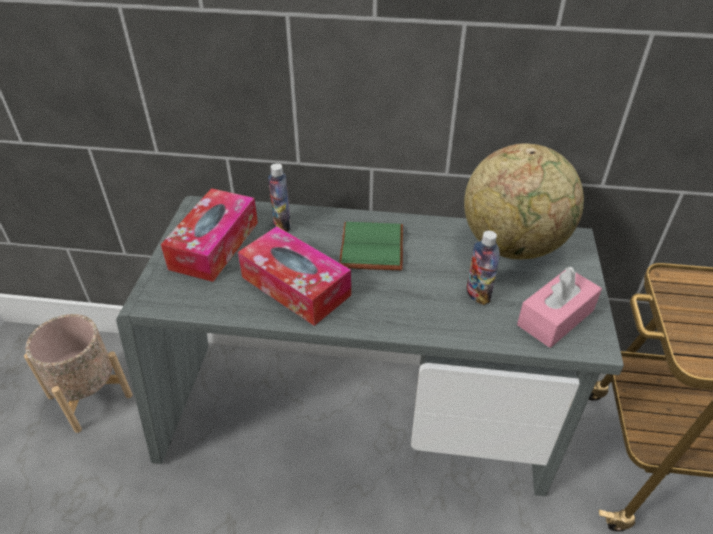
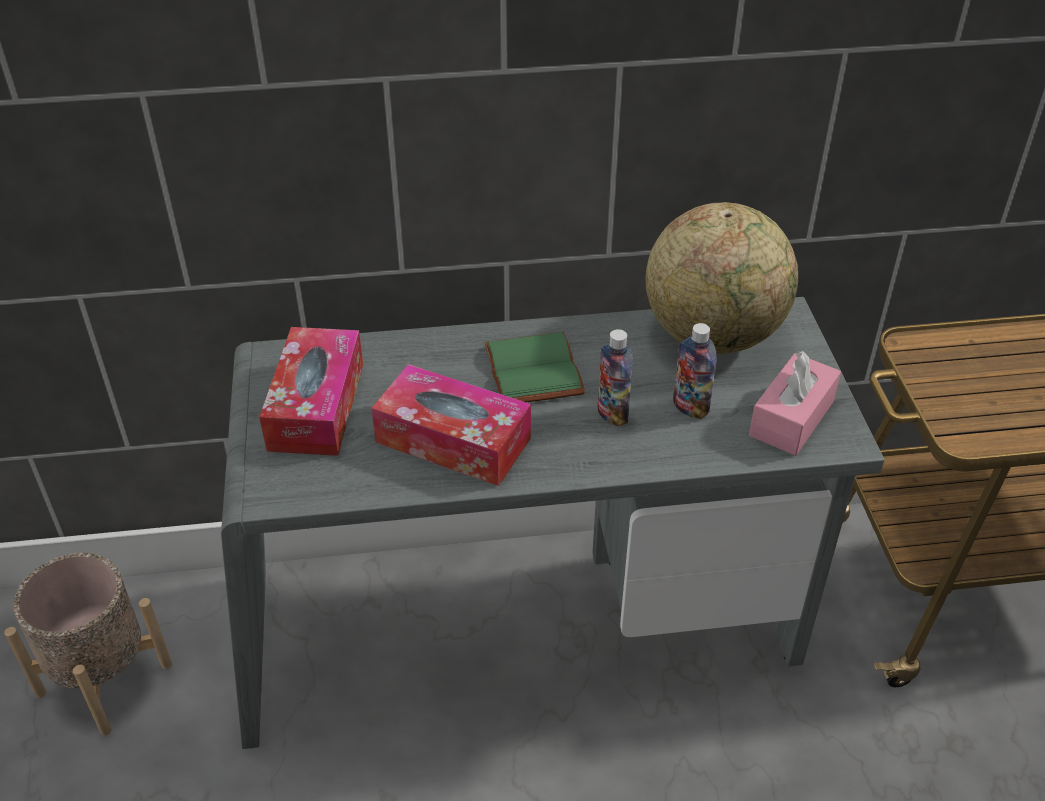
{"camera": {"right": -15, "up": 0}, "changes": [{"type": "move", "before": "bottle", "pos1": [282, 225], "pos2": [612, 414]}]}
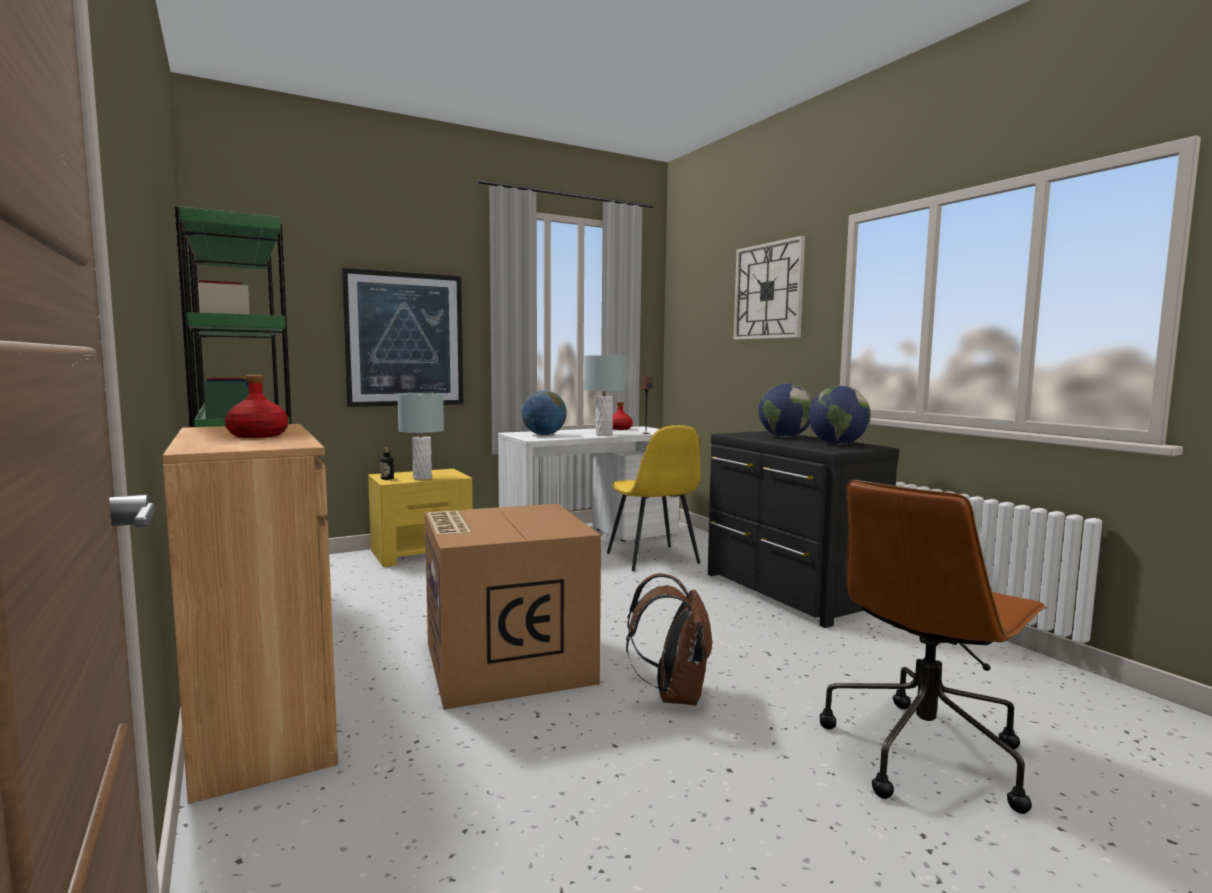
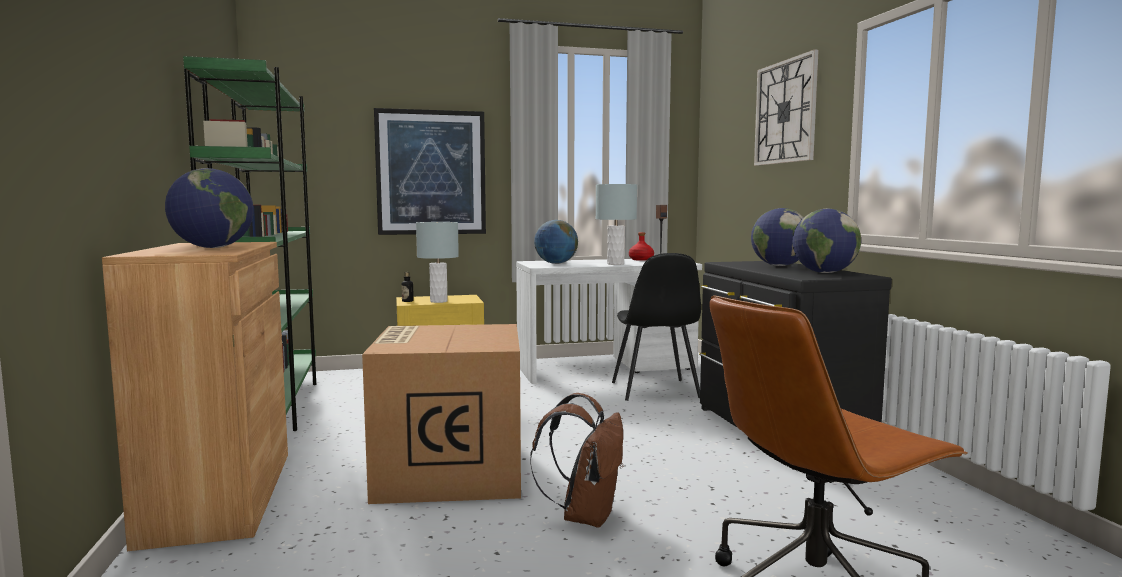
{"camera": {"right": 15, "up": 0}, "changes": [{"type": "replace", "before": "bottle in red", "after": "globe", "pos1": [258, 435], "pos2": [212, 247]}, {"type": "recolor", "before": "chair in yellow", "after": "chair in black", "pos1": [653, 559], "pos2": [655, 391]}]}
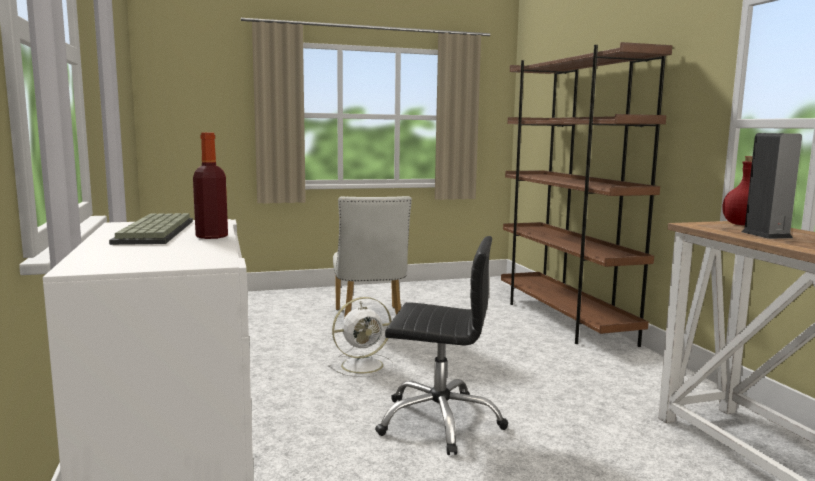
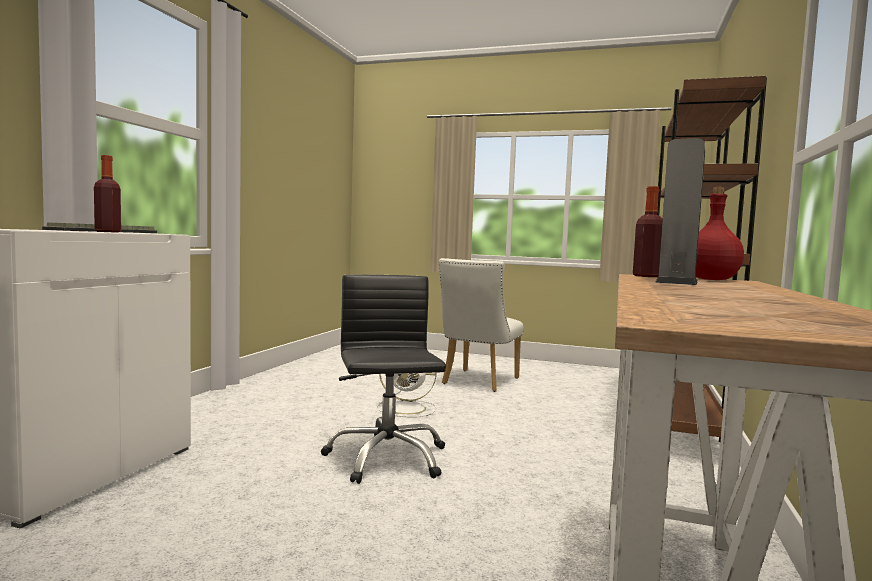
{"camera": {"right": 35, "up": -5}, "changes": [{"type": "rotate", "before": "office chair in black", "pos1": [439, 421], "pos2": [386, 458], "turn": -150}, {"type": "insert", "after": "bottle", "pos2": [646, 276]}]}
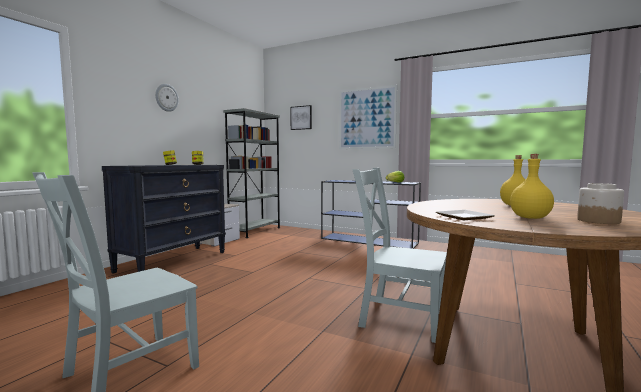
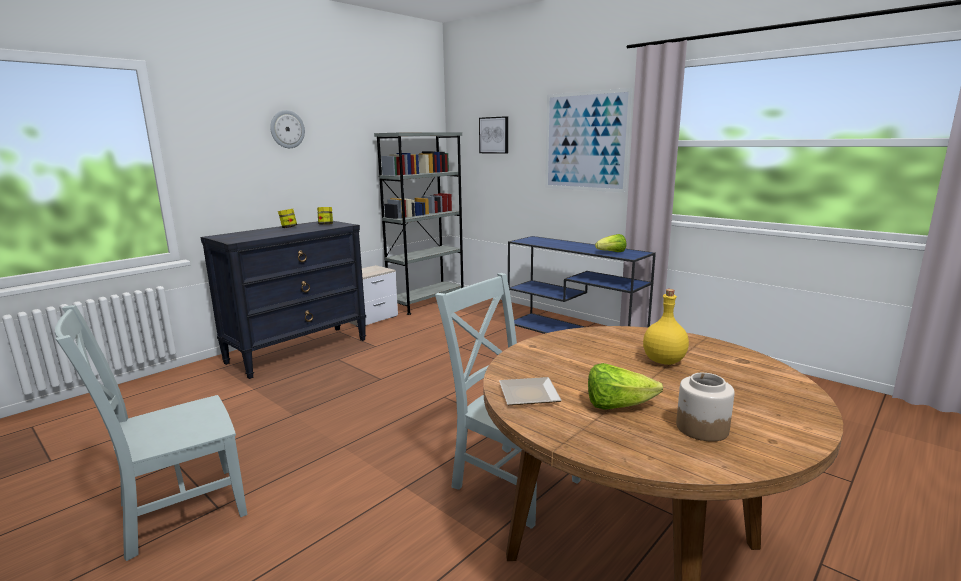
{"camera": {"right": 15, "up": 10}, "changes": [{"type": "replace", "before": "bottle in yellow", "after": "lettuce", "pos1": [529, 218], "pos2": [617, 406]}]}
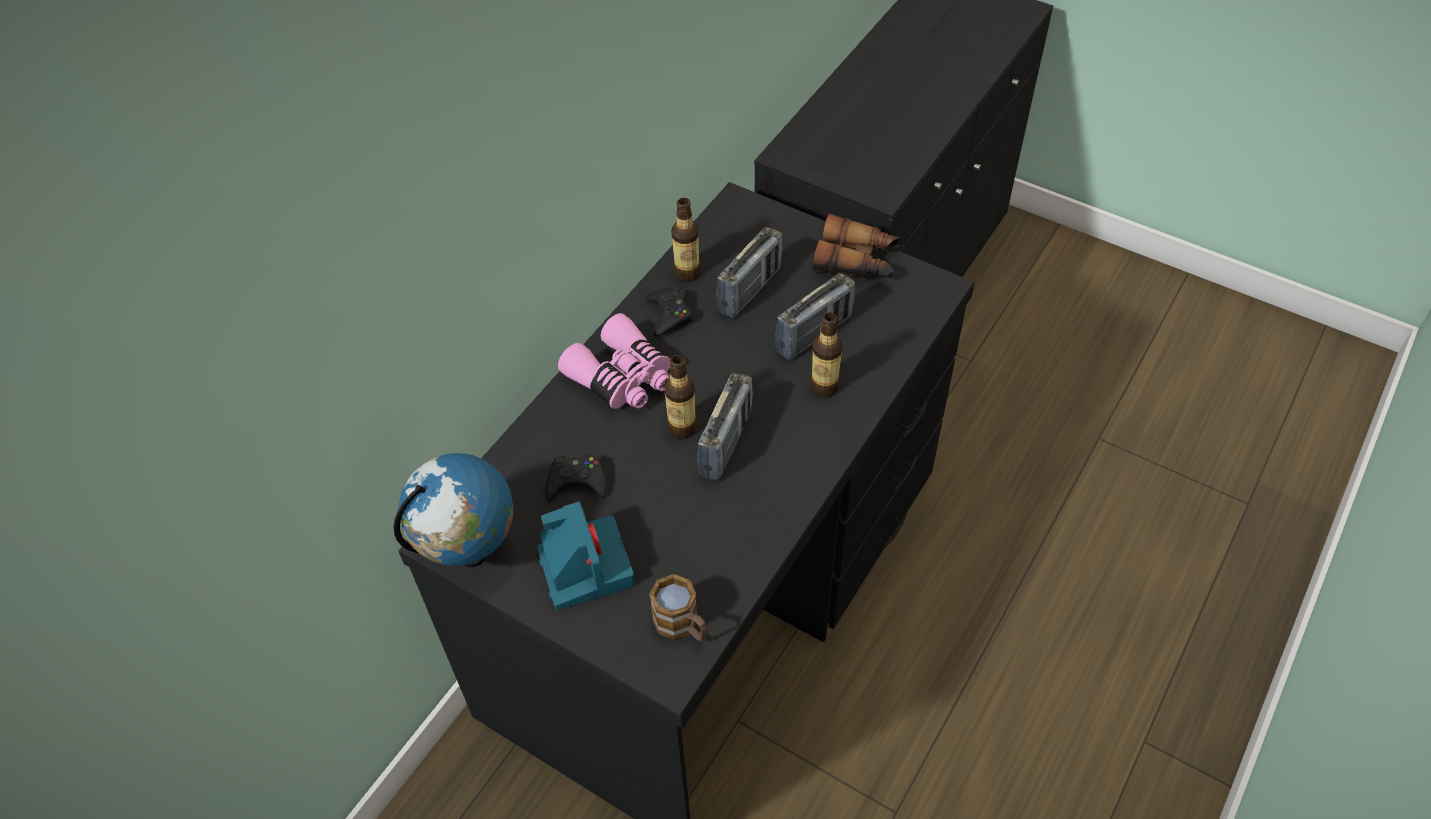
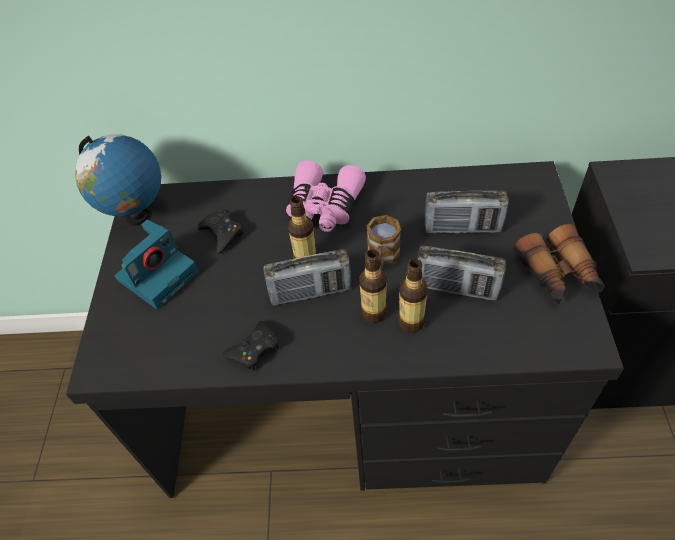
{"camera": {"right": 60, "up": 0}, "changes": [{"type": "move", "before": "game controller in black", "pos1": [669, 314], "pos2": [254, 349]}, {"type": "move", "before": "bottle", "pos1": [687, 273], "pos2": [373, 313]}, {"type": "move", "before": "mug", "pos1": [682, 626], "pos2": [382, 258]}]}
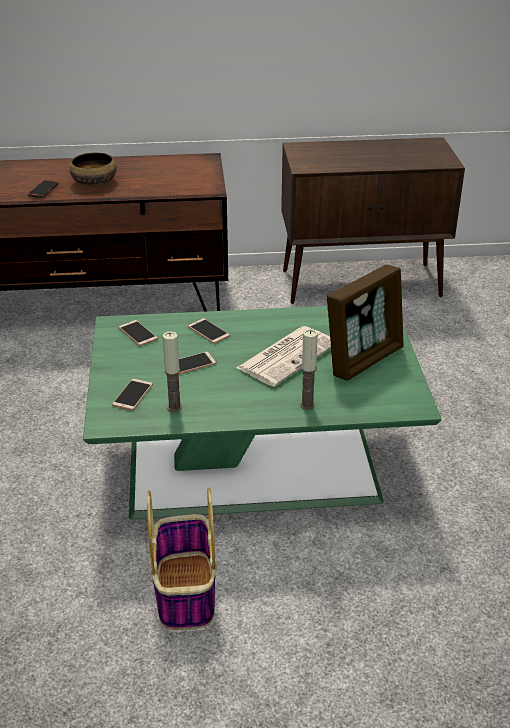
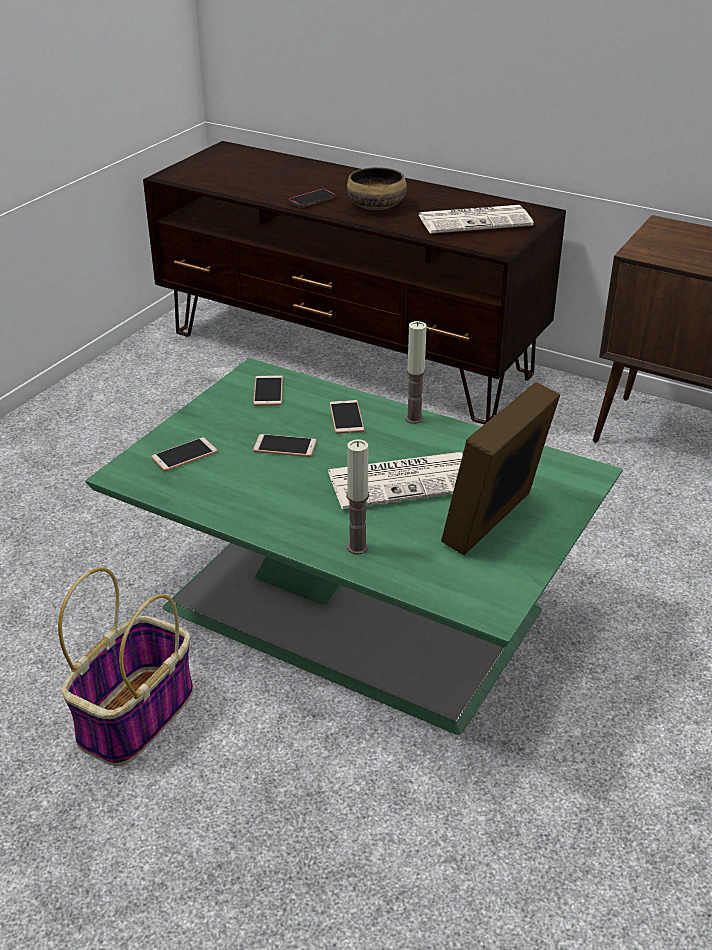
{"camera": {"right": 35, "up": 0}, "changes": [{"type": "move", "before": "candle", "pos1": [174, 407], "pos2": [414, 418]}, {"type": "insert", "after": "newspaper", "pos2": [476, 220]}, {"type": "rotate", "before": "picture frame", "pos1": [364, 359], "pos2": [494, 522], "turn": 135}]}
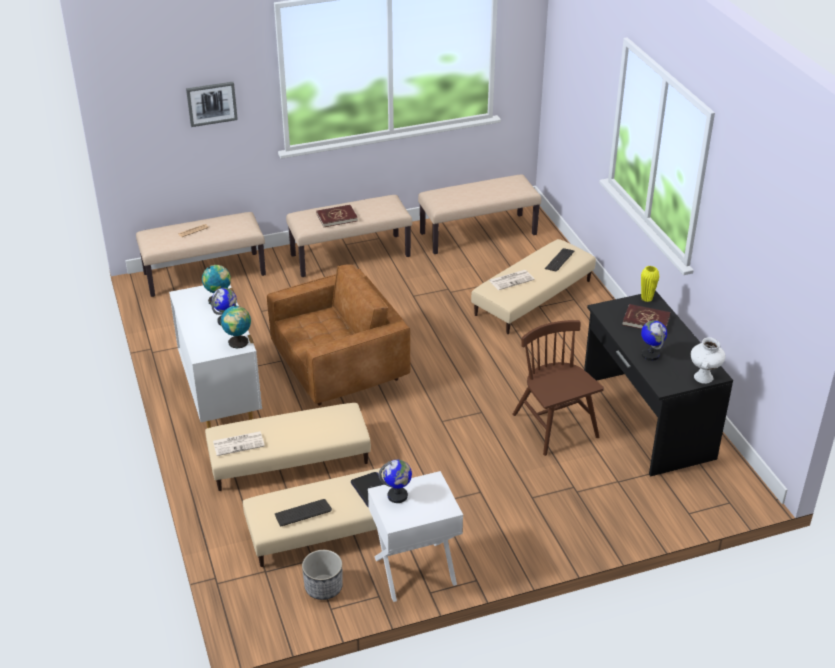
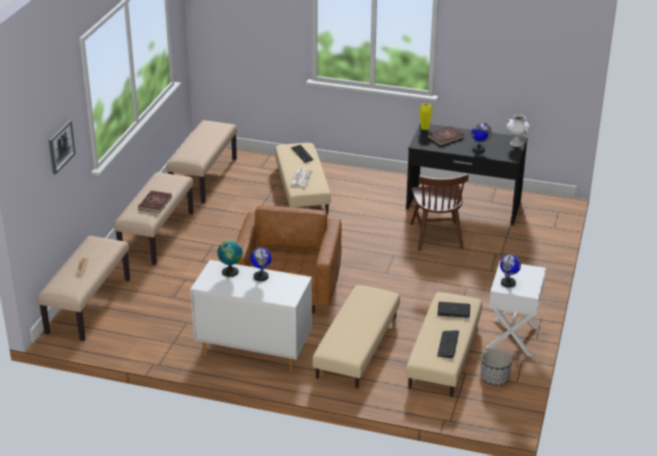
{"camera": {"right": -55, "up": -5}, "changes": [{"type": "rotate", "before": "chair in brown", "pos1": [555, 426], "pos2": [436, 236], "turn": -105}, {"type": "delete", "before": "newspaper", "pos1": [239, 443]}, {"type": "delete", "before": "globe", "pos1": [238, 343]}]}
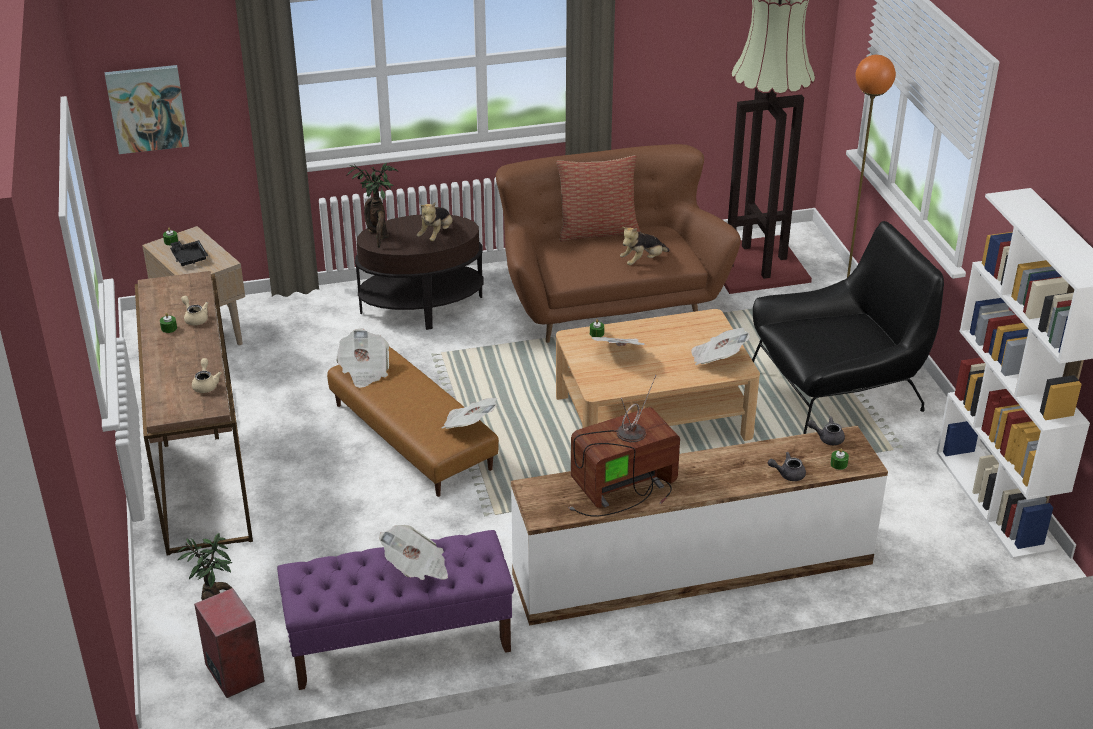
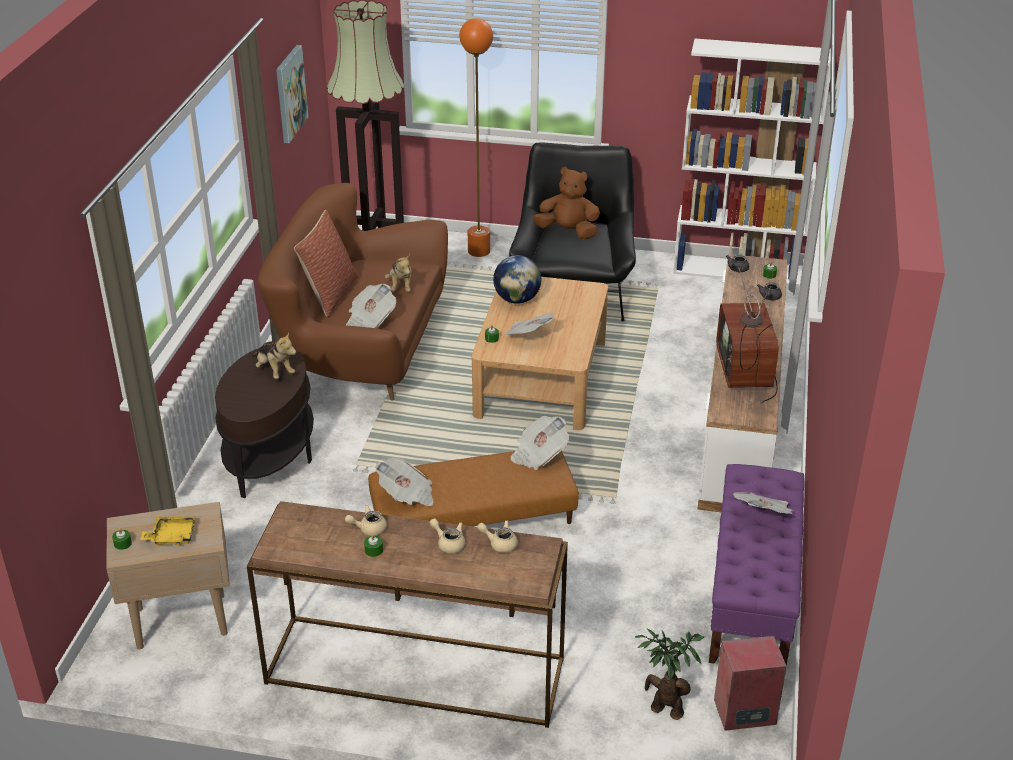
{"camera": {"right": -65, "up": 0}, "changes": [{"type": "recolor", "before": "tray in black", "after": "tray in yellow", "pos1": [189, 257], "pos2": [172, 536]}, {"type": "move", "before": "picture", "pos1": [147, 108], "pos2": [290, 93]}, {"type": "move", "before": "newspaper", "pos1": [717, 358], "pos2": [370, 320]}, {"type": "insert", "after": "teapot in beige", "pos2": [449, 543]}, {"type": "insert", "after": "globe", "pos2": [517, 299]}, {"type": "insert", "after": "plush toy in brown", "pos2": [568, 232]}, {"type": "delete", "before": "potted plant", "pos1": [378, 236]}]}
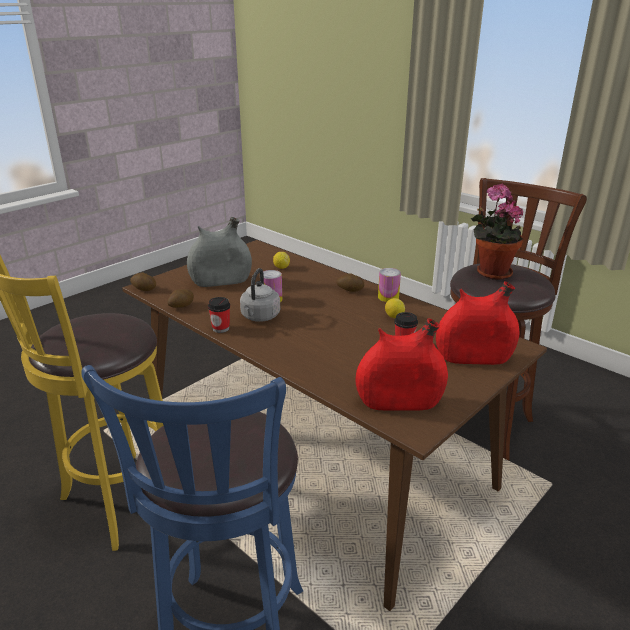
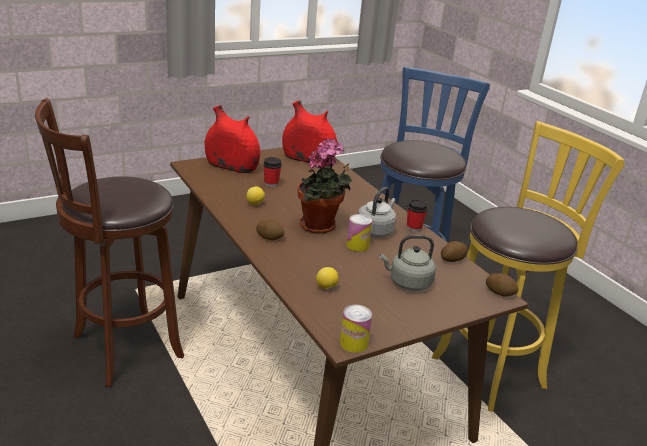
{"camera": {"right": -165, "up": 0}, "changes": [{"type": "move", "before": "potted plant", "pos1": [490, 273], "pos2": [320, 227]}, {"type": "move", "before": "can", "pos1": [388, 297], "pos2": [353, 343]}, {"type": "replace", "before": "vase in grey", "after": "kettle in grey", "pos1": [221, 281], "pos2": [408, 283]}]}
